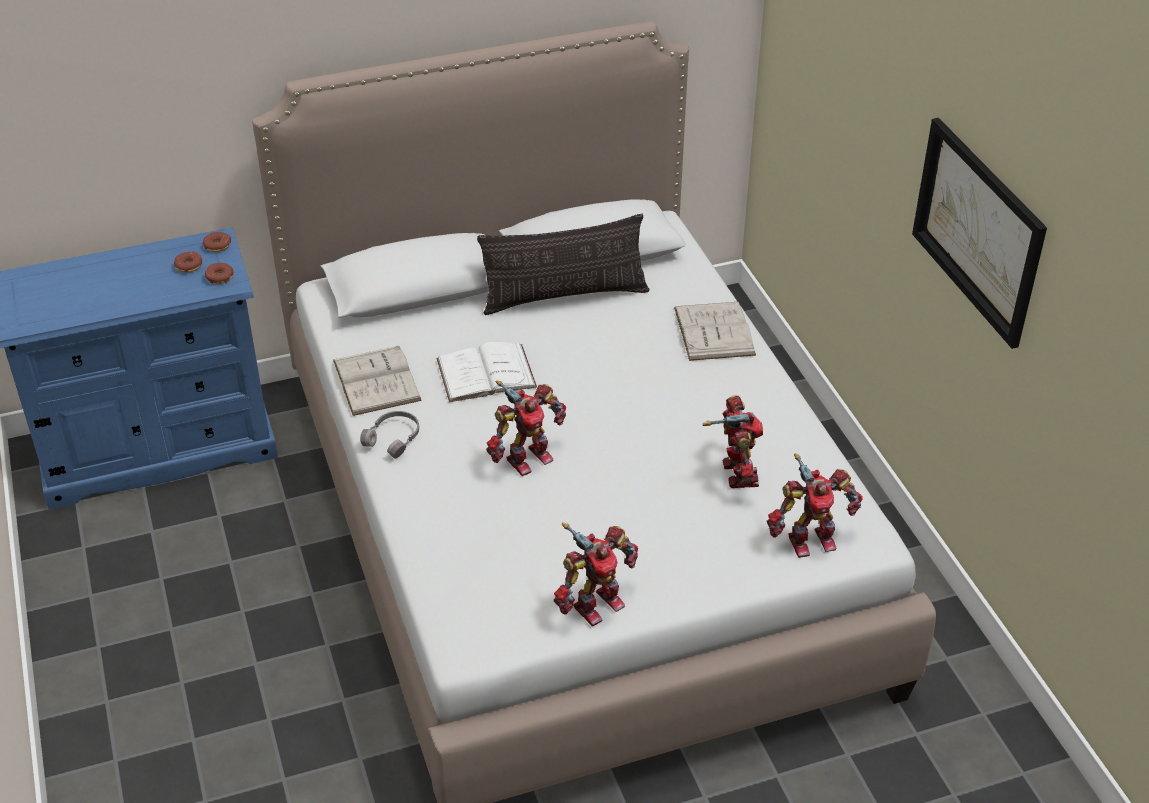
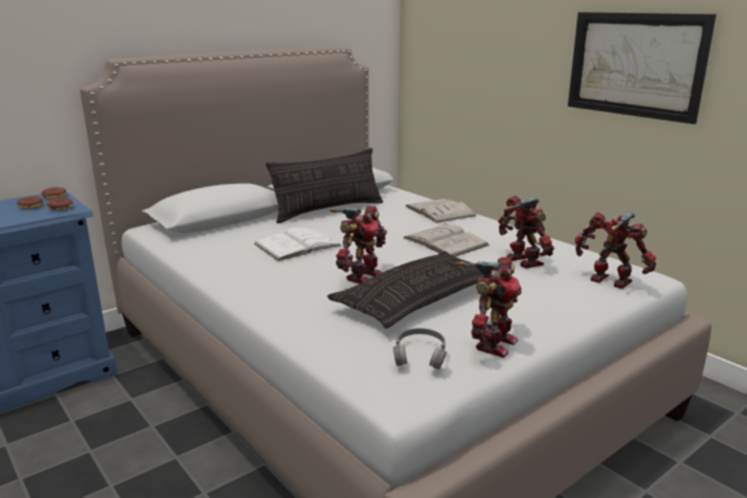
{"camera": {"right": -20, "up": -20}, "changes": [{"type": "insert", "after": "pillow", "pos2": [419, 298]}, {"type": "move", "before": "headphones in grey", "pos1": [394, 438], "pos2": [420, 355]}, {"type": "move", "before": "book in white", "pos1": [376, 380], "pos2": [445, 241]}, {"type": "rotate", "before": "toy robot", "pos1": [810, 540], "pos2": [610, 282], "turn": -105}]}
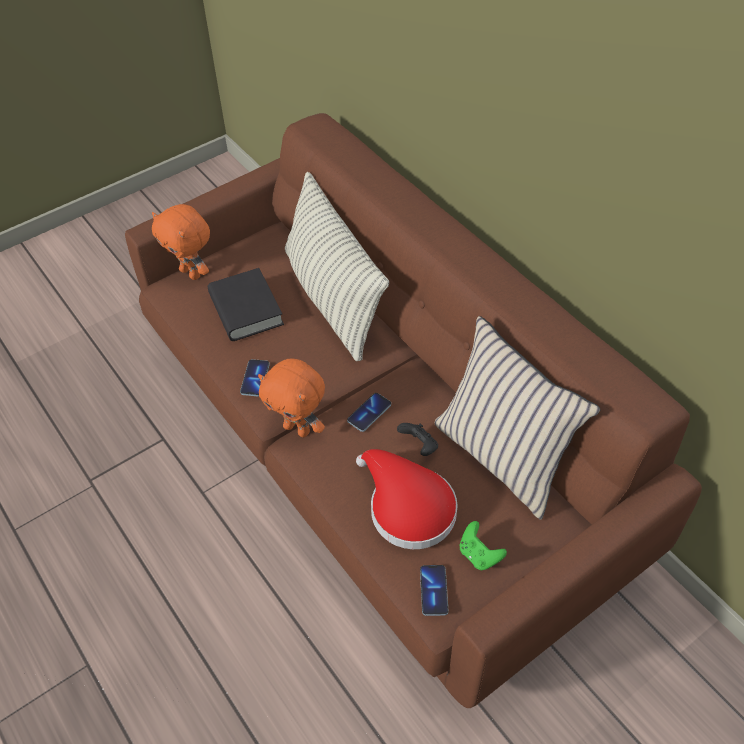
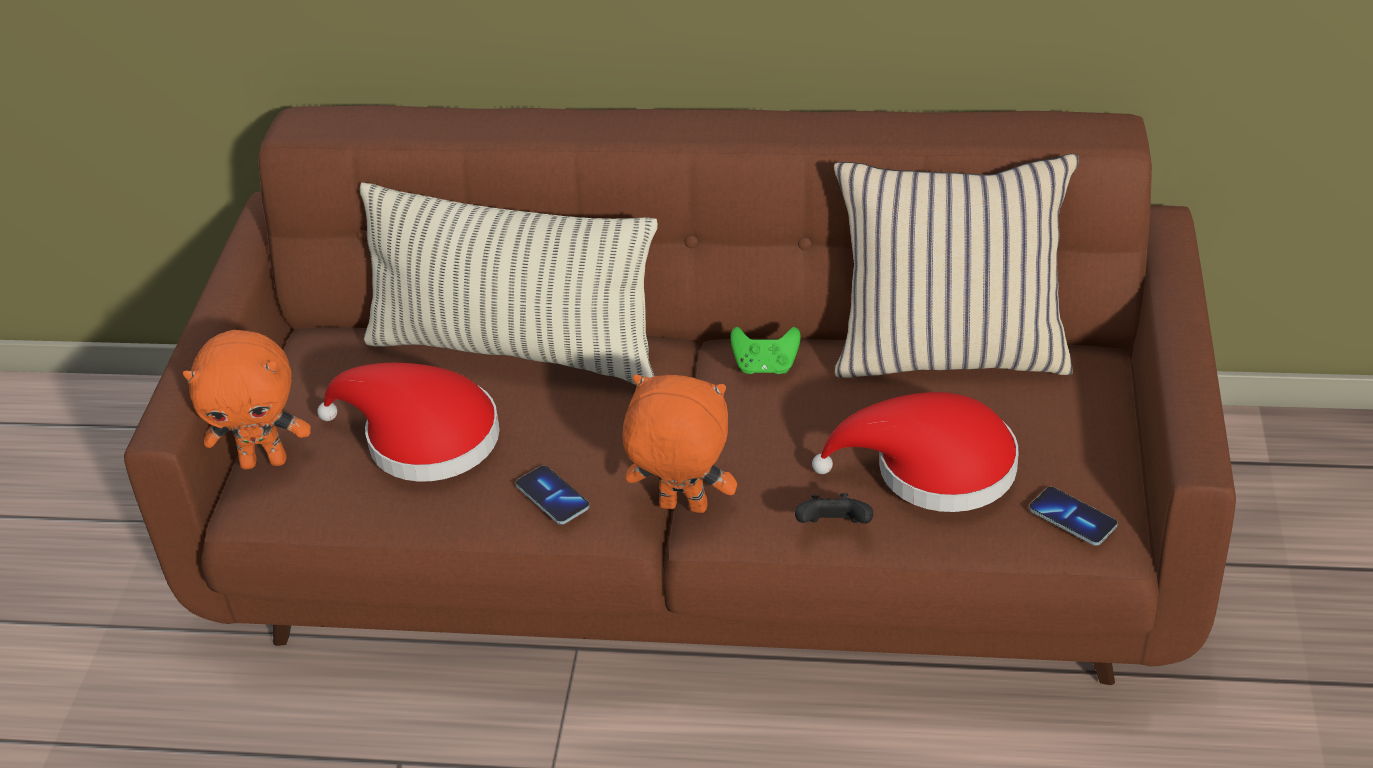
{"camera": {"right": -45, "up": -10}, "changes": [{"type": "replace", "before": "book in black", "after": "hat in red", "pos1": [246, 310], "pos2": [422, 438]}, {"type": "rotate", "before": "plush toy in orange", "pos1": [298, 429], "pos2": [682, 508], "turn": -150}, {"type": "move", "before": "game controller in green", "pos1": [479, 555], "pos2": [766, 367]}, {"type": "move", "before": "game controller in black", "pos1": [419, 446], "pos2": [834, 528]}, {"type": "delete", "before": "phone", "pos1": [369, 413]}]}
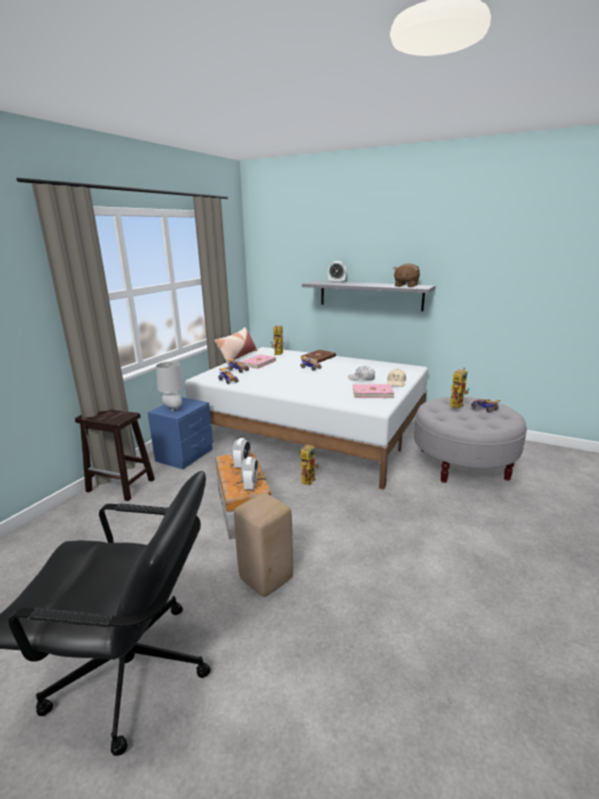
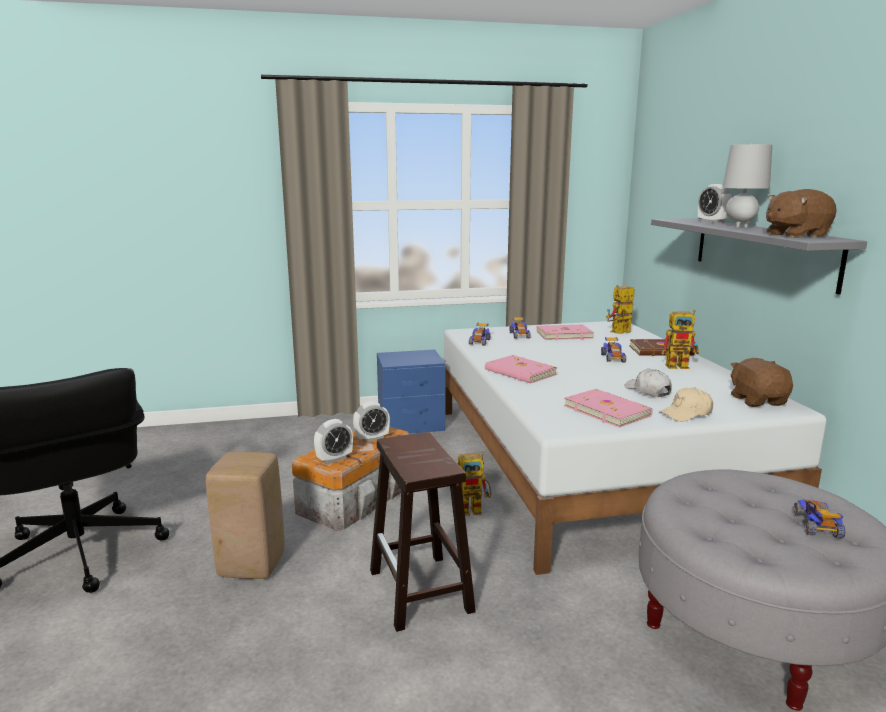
{"camera": {"right": 50, "up": -5}, "changes": [{"type": "move", "before": "stool in brown", "pos1": [122, 485], "pos2": [421, 591]}, {"type": "insert", "after": "book in pink", "pos2": [520, 373]}, {"type": "move", "before": "toy robot", "pos1": [456, 404], "pos2": [681, 366]}, {"type": "move", "before": "table lamp in grey", "pos1": [173, 409], "pos2": [740, 226]}, {"type": "insert", "after": "plush toy in brown", "pos2": [758, 401]}, {"type": "delete", "before": "pillow", "pos1": [237, 357]}]}
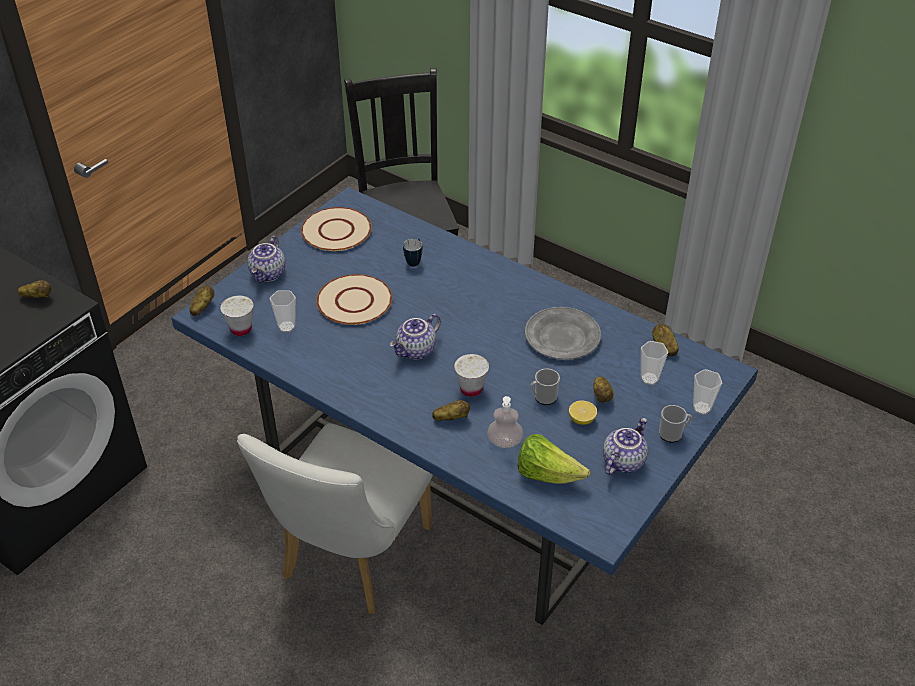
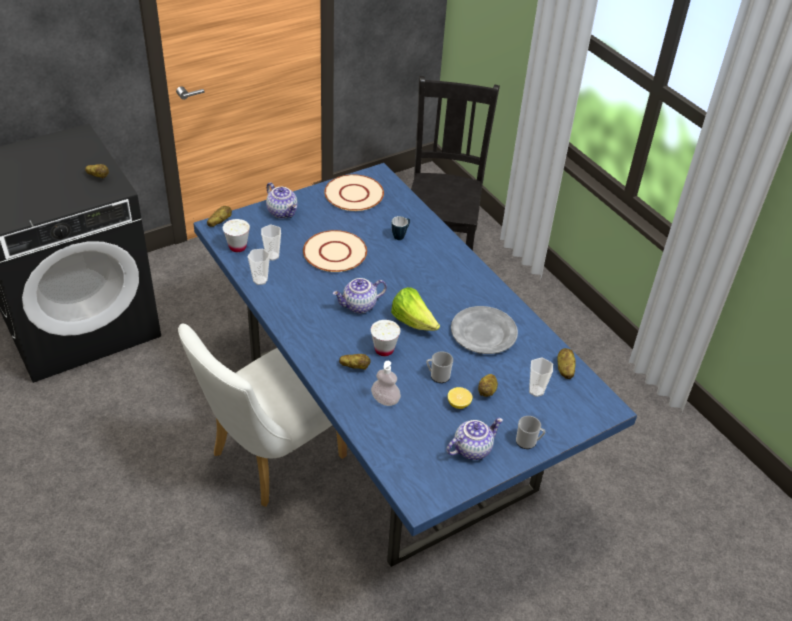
{"camera": {"right": 20, "up": 0}, "changes": [{"type": "move", "before": "cup", "pos1": [701, 408], "pos2": [260, 280]}, {"type": "rotate", "before": "teapot", "pos1": [269, 274], "pos2": [283, 212], "turn": -75}, {"type": "move", "before": "lettuce", "pos1": [547, 474], "pos2": [413, 322]}]}
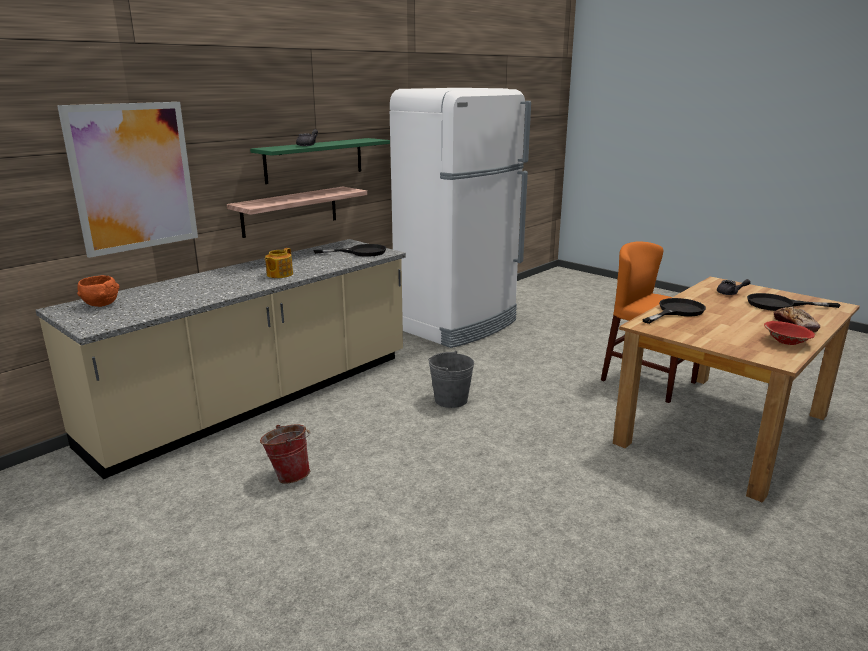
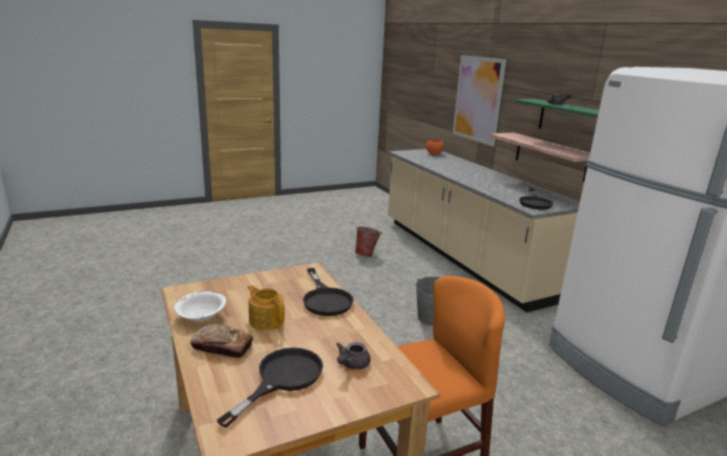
{"camera": {"right": 110, "up": 0}, "changes": [{"type": "recolor", "before": "bowl in red", "after": "bowl in white", "pos1": [786, 342], "pos2": [201, 316]}, {"type": "move", "before": "teapot", "pos1": [279, 274], "pos2": [266, 320]}]}
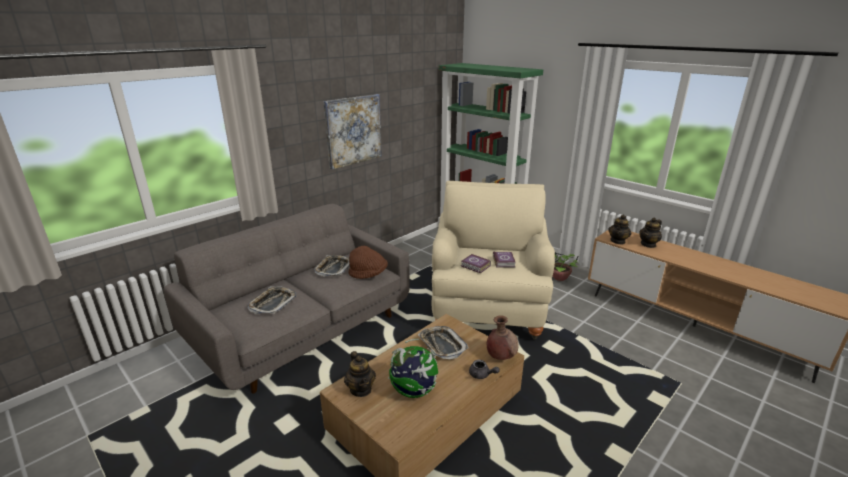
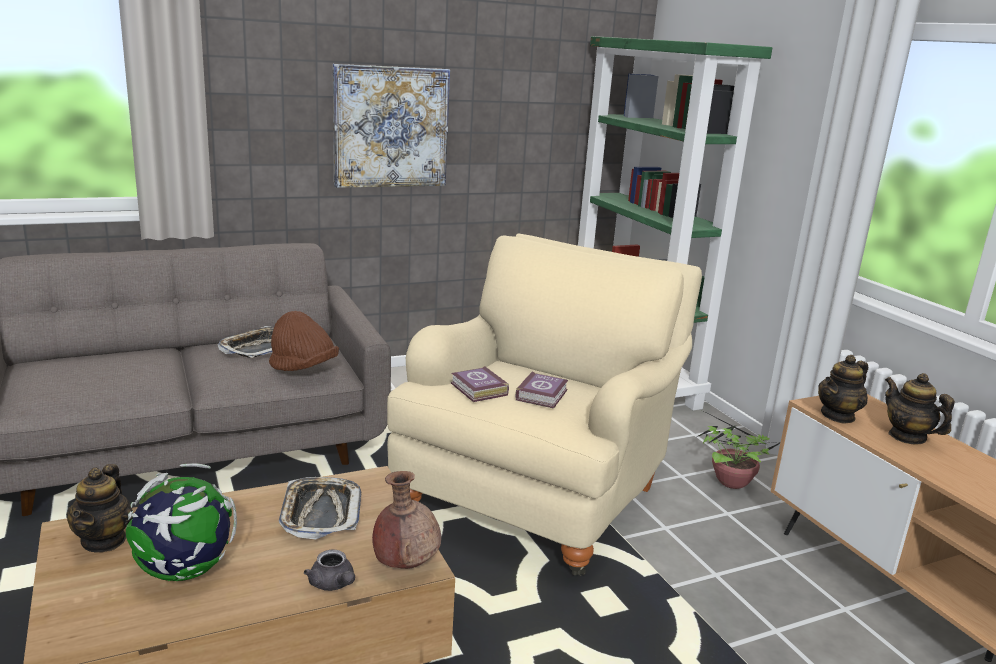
{"camera": {"right": 20, "up": -5}, "changes": [{"type": "rotate", "before": "teapot", "pos1": [648, 244], "pos2": [907, 437], "turn": 75}, {"type": "delete", "before": "tray", "pos1": [272, 303]}]}
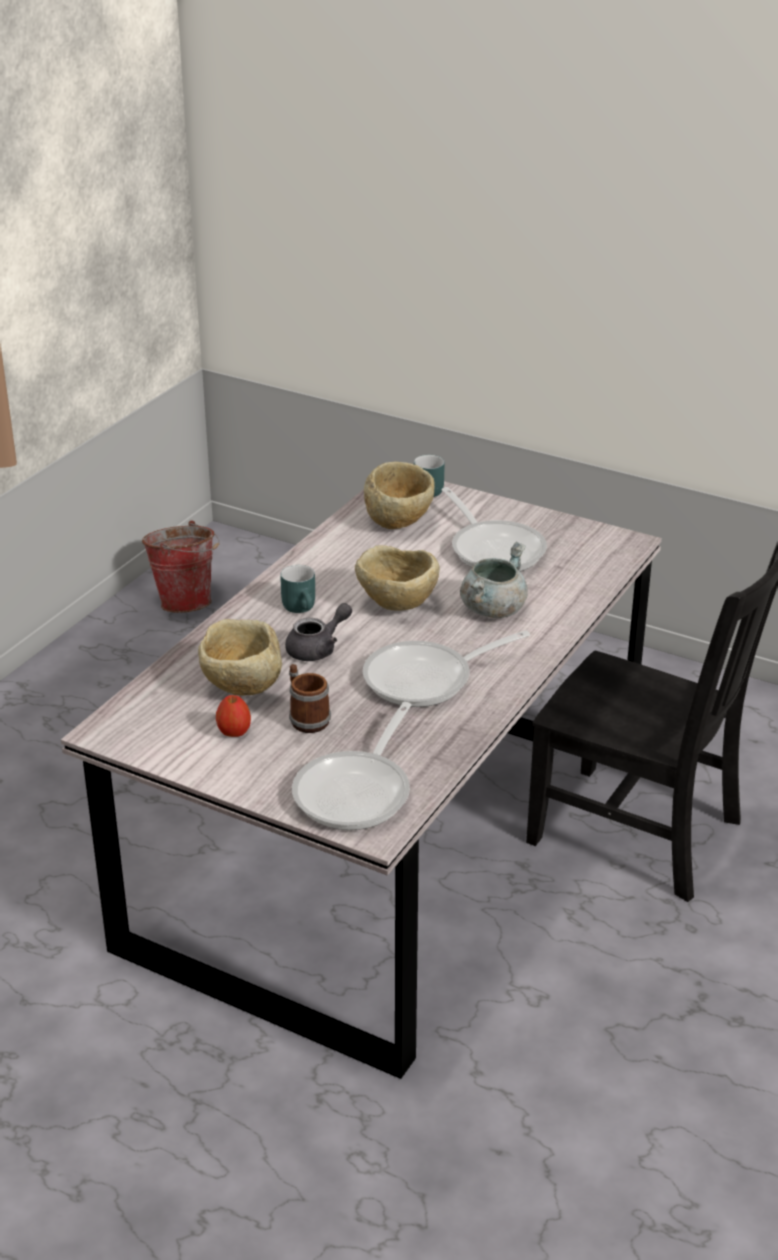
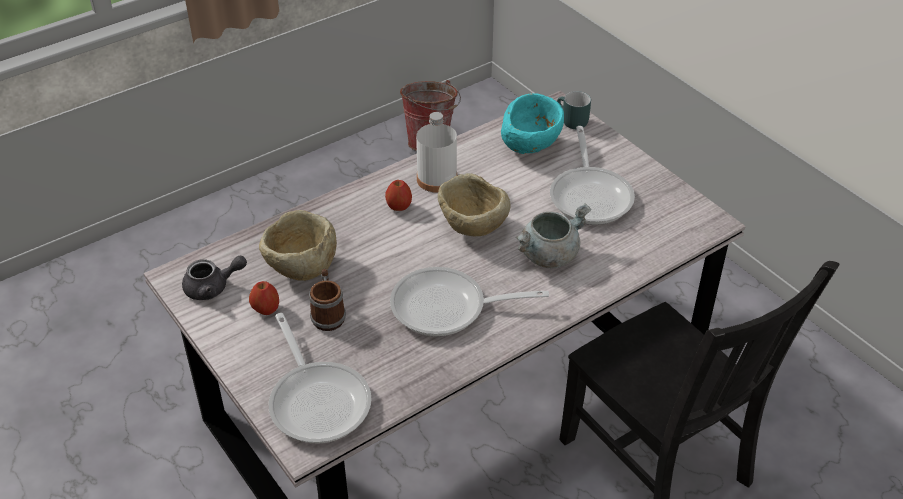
{"camera": {"right": 25, "up": 10}, "changes": [{"type": "move", "before": "teapot in grey", "pos1": [318, 649], "pos2": [213, 287]}, {"type": "rotate", "before": "frying pan", "pos1": [357, 791], "pos2": [318, 400], "turn": -75}, {"type": "replace", "before": "mug in turquoise", "after": "apple", "pos1": [303, 608], "pos2": [399, 207]}, {"type": "insert", "after": "bottle in white", "pos2": [437, 179]}, {"type": "recolor", "before": "bowl in beige", "after": "bowl in turquoise", "pos1": [400, 523], "pos2": [531, 147]}]}
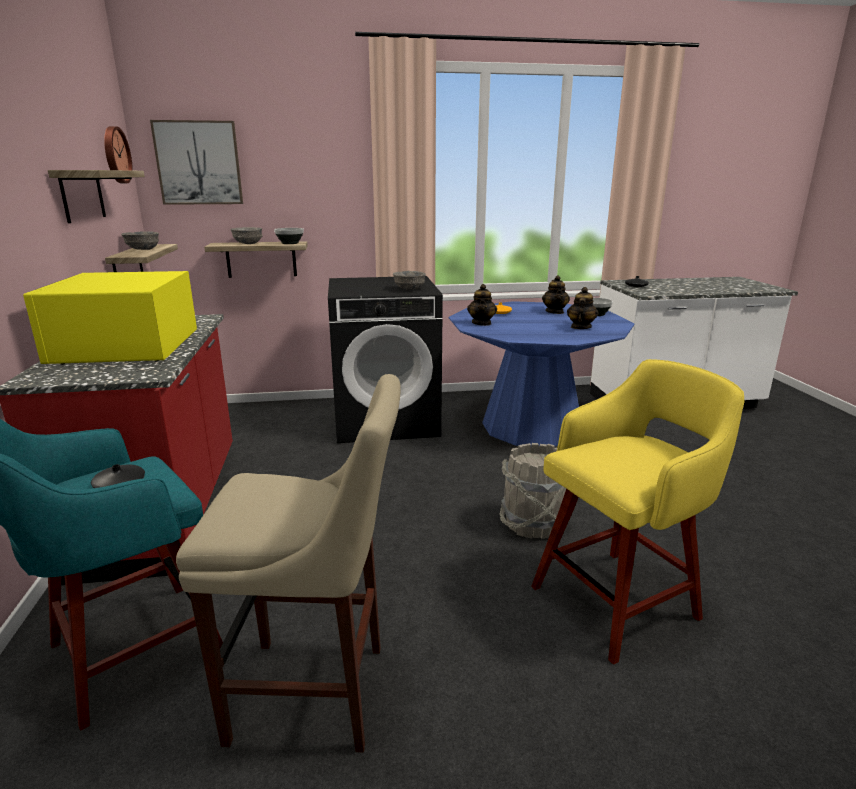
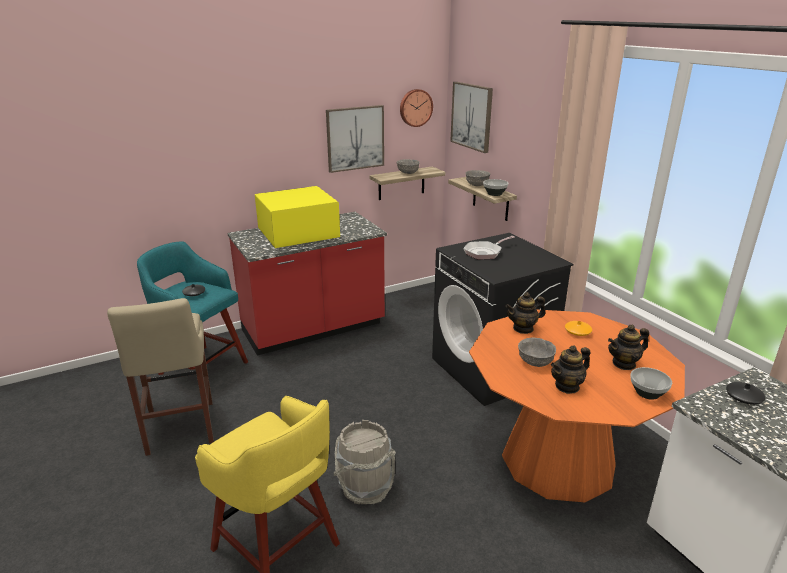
{"camera": {"right": 70, "up": 5}, "changes": [{"type": "replace", "before": "shelf", "after": "picture", "pos1": [82, 195], "pos2": [355, 138]}, {"type": "insert", "after": "frying pan", "pos2": [485, 252]}, {"type": "recolor", "before": "dining table in blue", "after": "dining table in orange", "pos1": [532, 426], "pos2": [558, 460]}, {"type": "move", "before": "bowl in grey", "pos1": [409, 289], "pos2": [535, 361]}, {"type": "rotate", "before": "teapot", "pos1": [580, 327], "pos2": [567, 386], "turn": 150}]}
